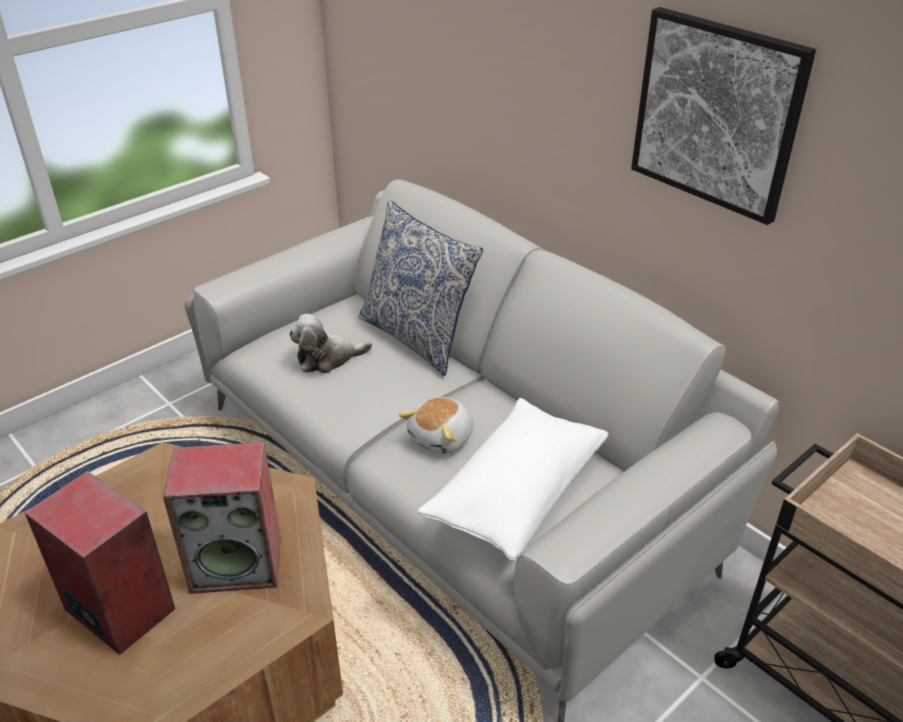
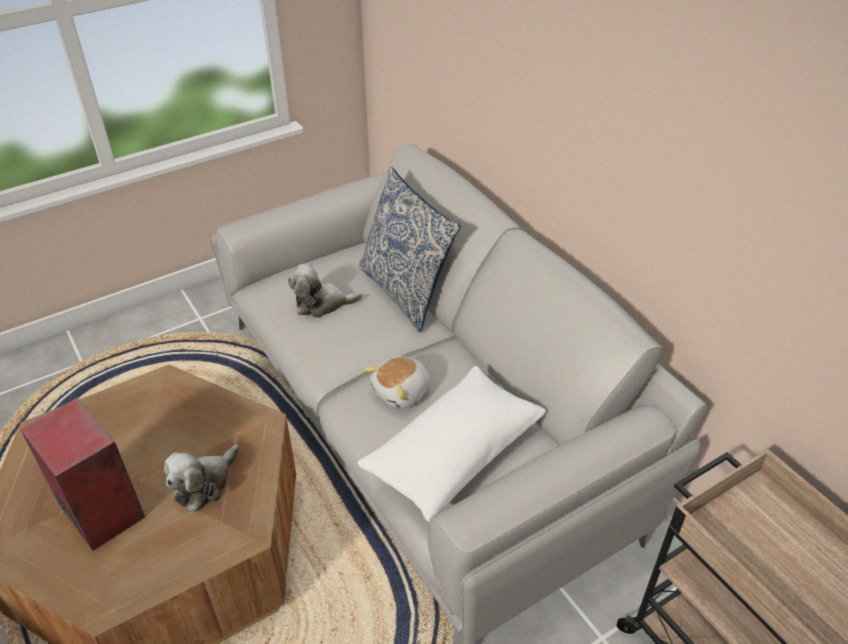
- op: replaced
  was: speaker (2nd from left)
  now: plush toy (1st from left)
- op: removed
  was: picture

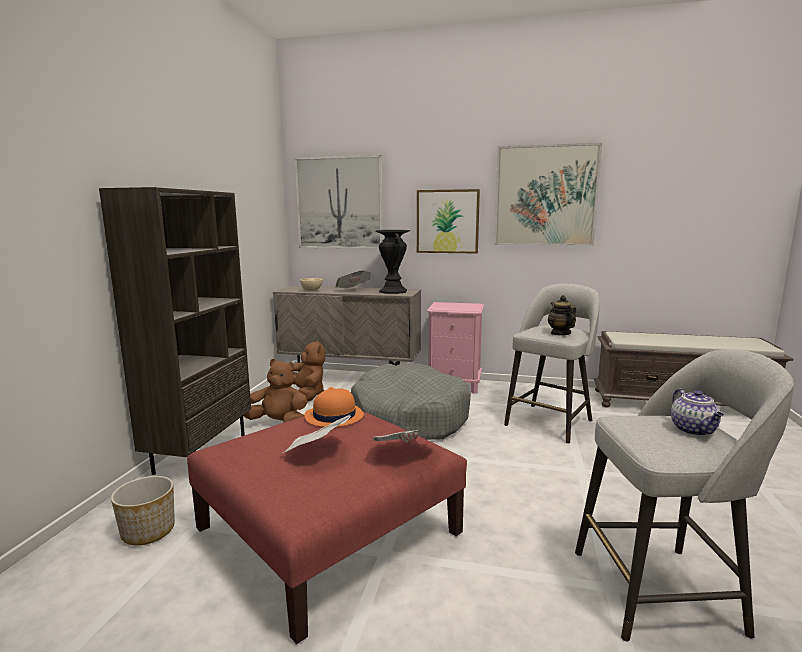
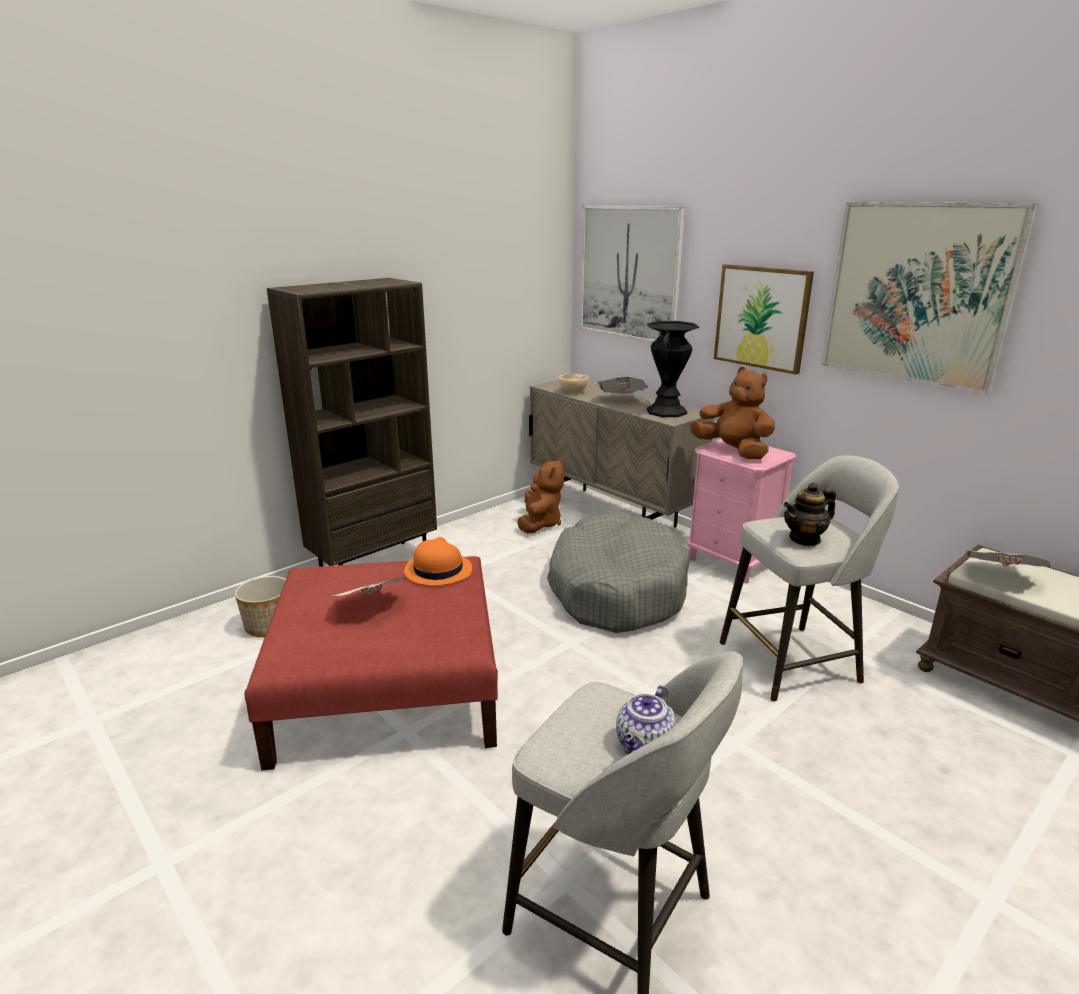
- op: moved
  was: plush toy in brown (1st from left in the first image)
  now: plush toy in brown (2nd from left)
- op: turned
  was: teapot (1st from left in the first image)
  clockwise: -135
- op: moved
  was: newspaper (3rd from left)

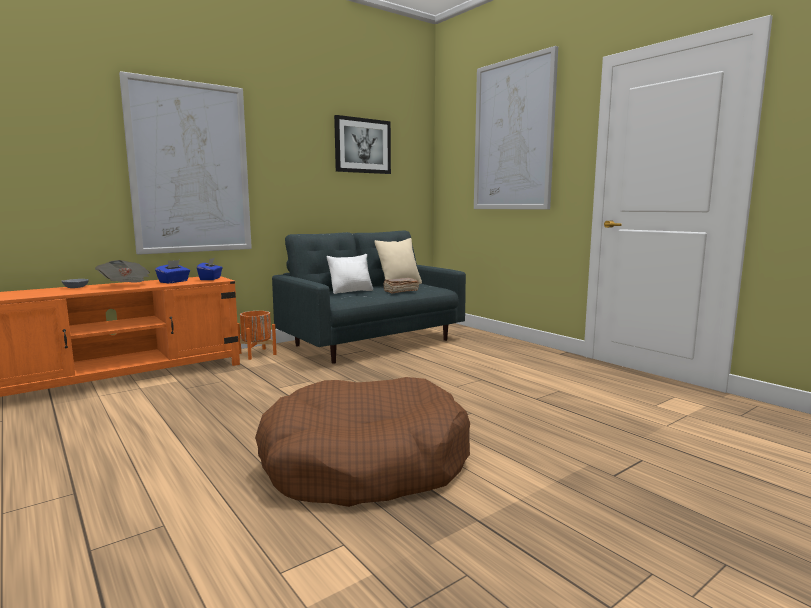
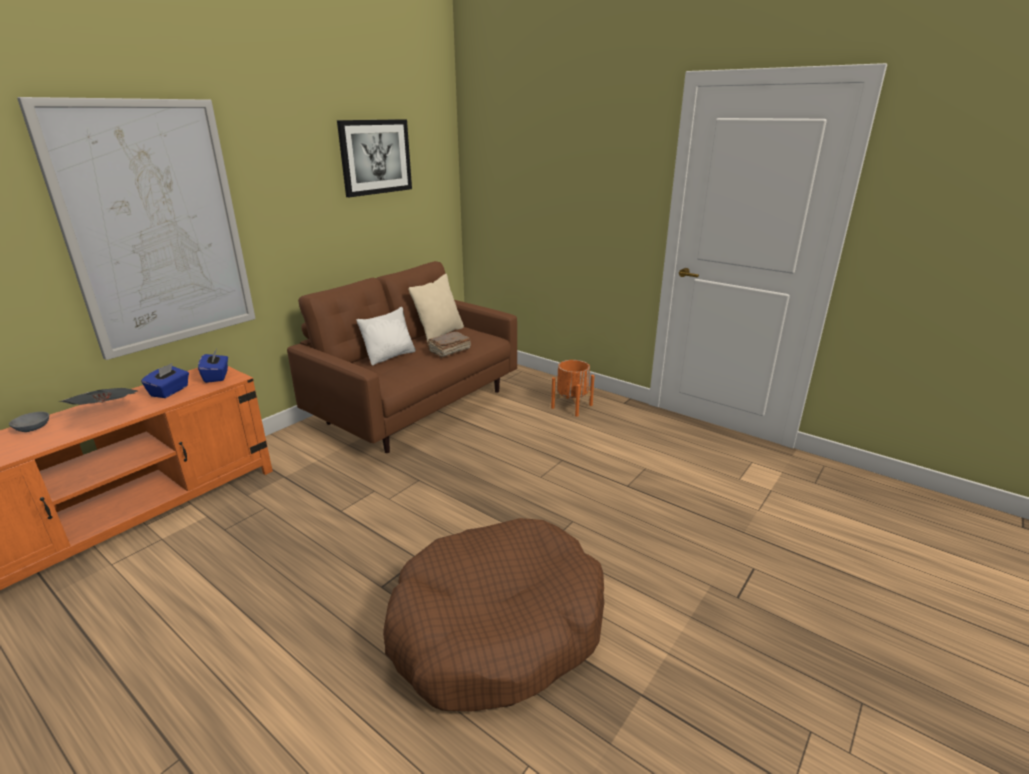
- op: recoloured
  was: sofa in grey
  now: sofa in brown
- op: moved
  was: planter in orange
- op: removed
  was: picture (3rd from left)

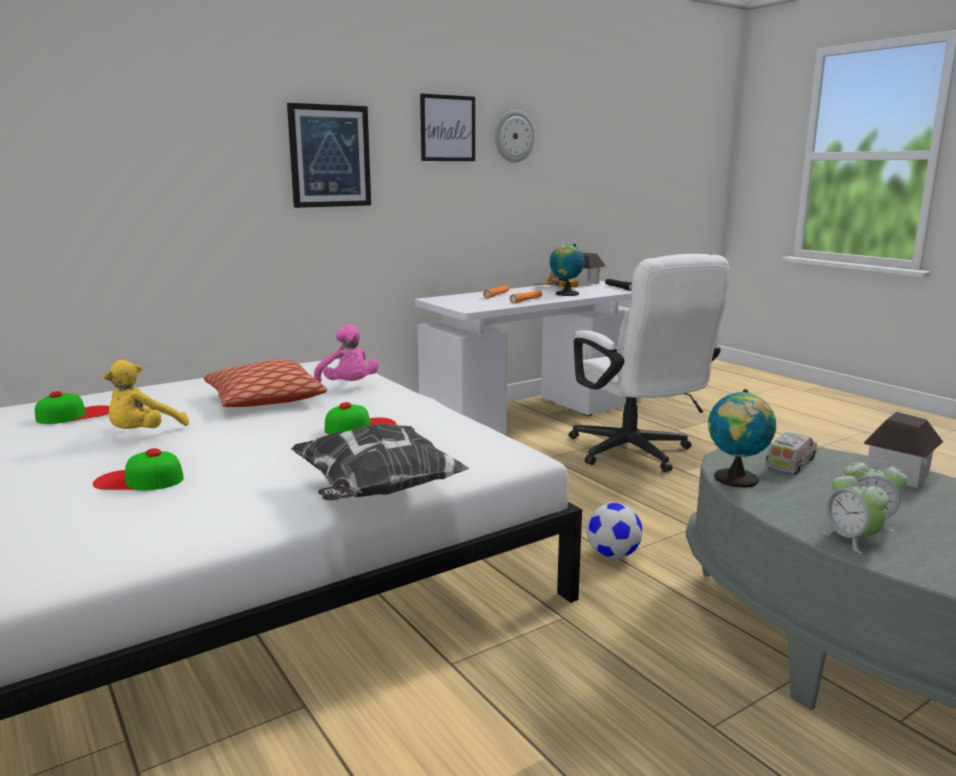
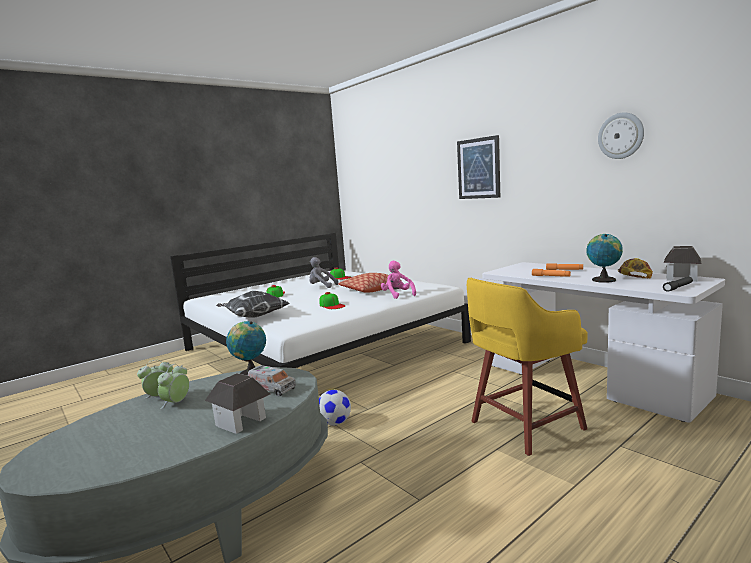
- op: recoloured
  was: plush toy in yellow
  now: plush toy in grey
- op: turned
  was: plush toy in pink
  clockwise: 105
- op: replaced
  was: office chair in white
  now: stool in yellow
- op: removed
  was: picture (2nd from left)

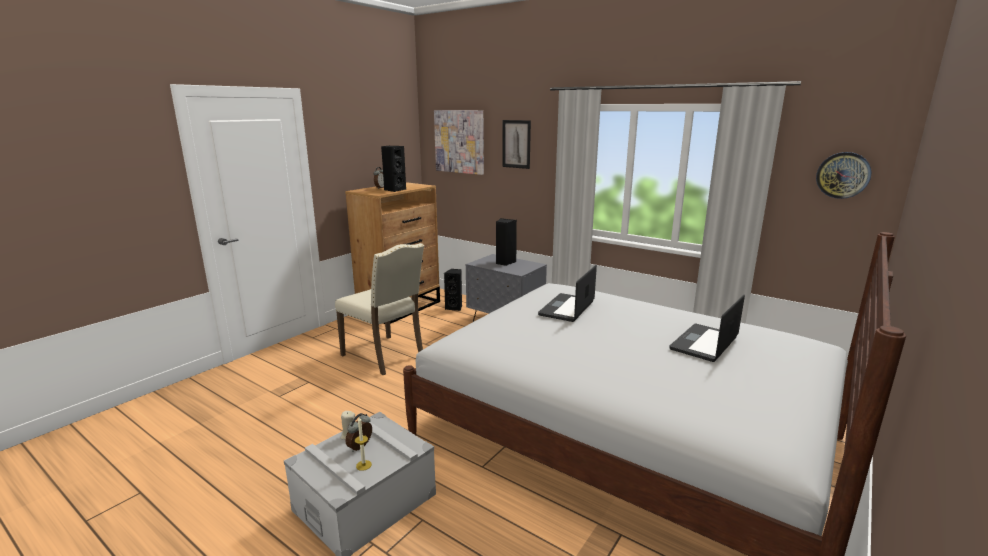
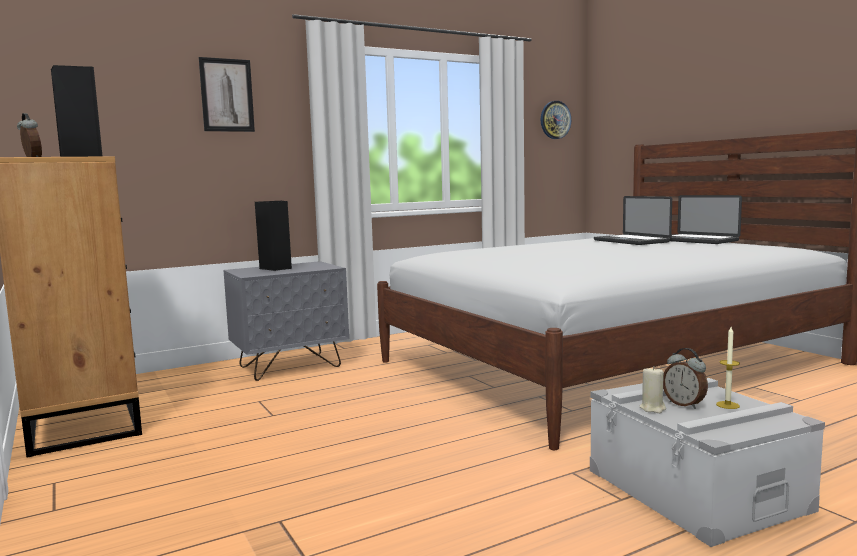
- op: moved
  was: laptop (1st from left in the first image)
  now: laptop (2nd from left)
- op: removed
  was: chair in beige
- op: removed
  was: picture (1st from left)
- op: removed
  was: speaker in black (2nd from left)

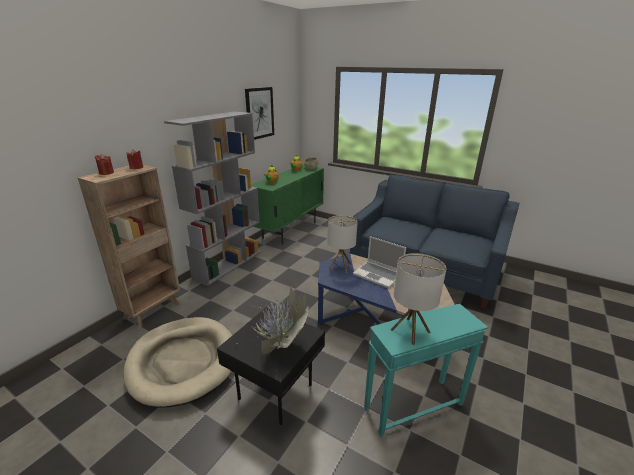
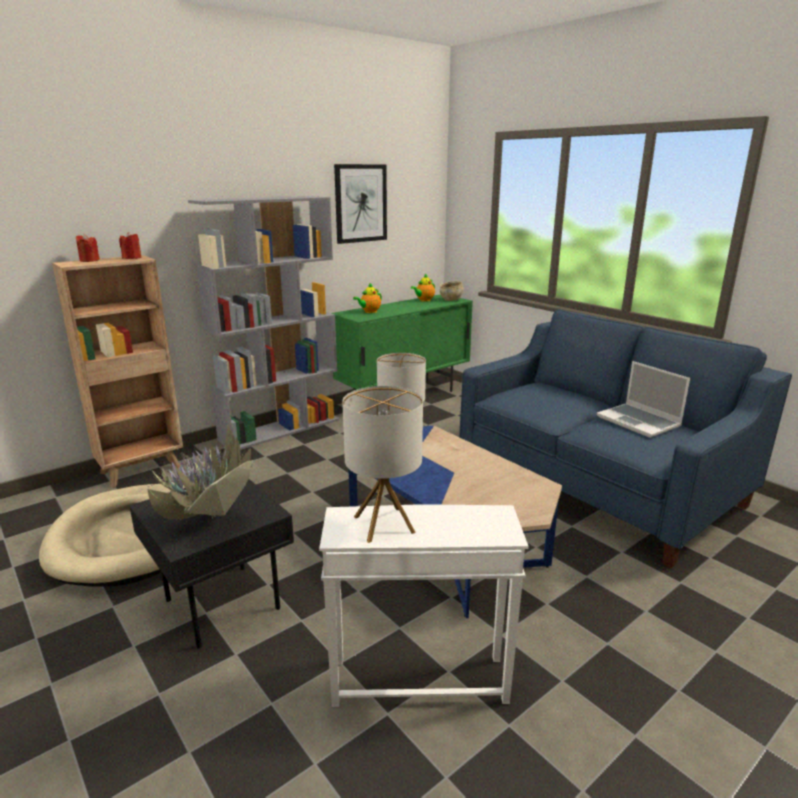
- op: recoloured
  was: side table in turquoise
  now: side table in white
- op: moved
  was: laptop

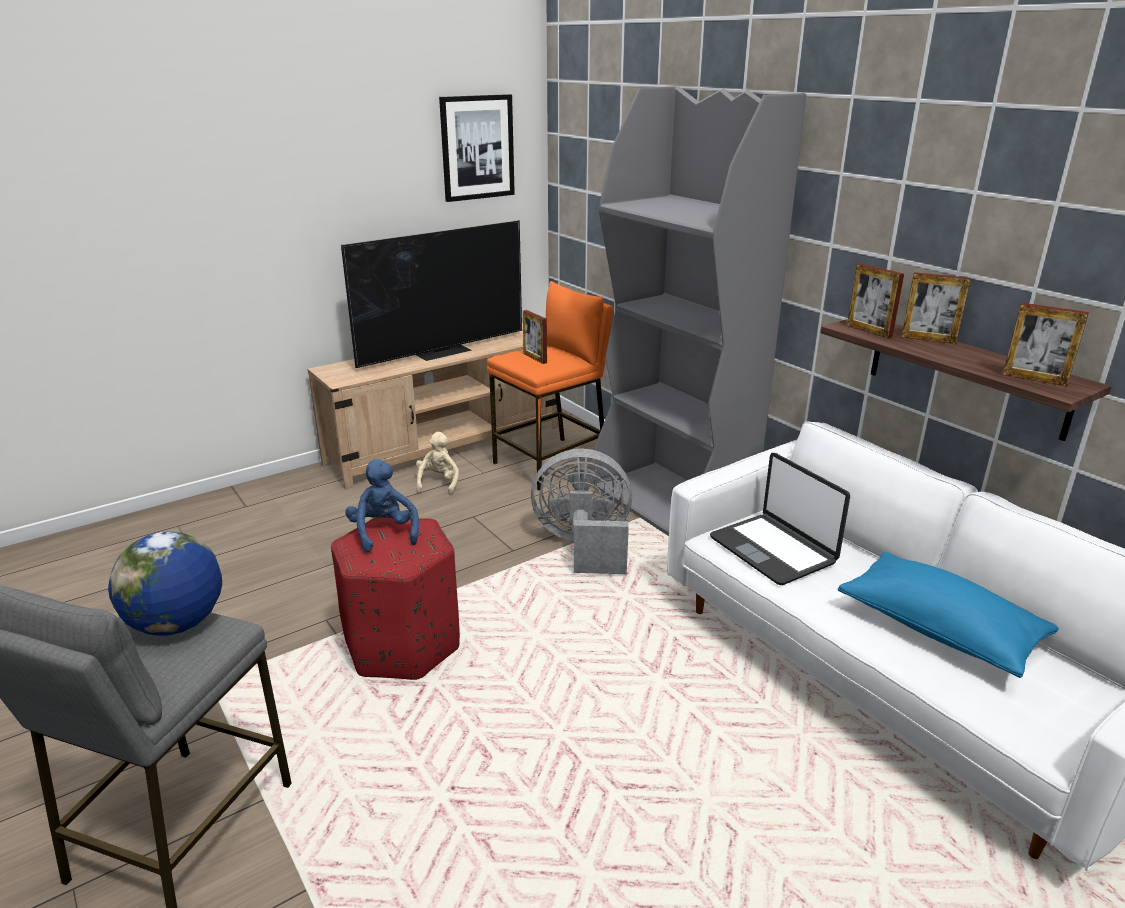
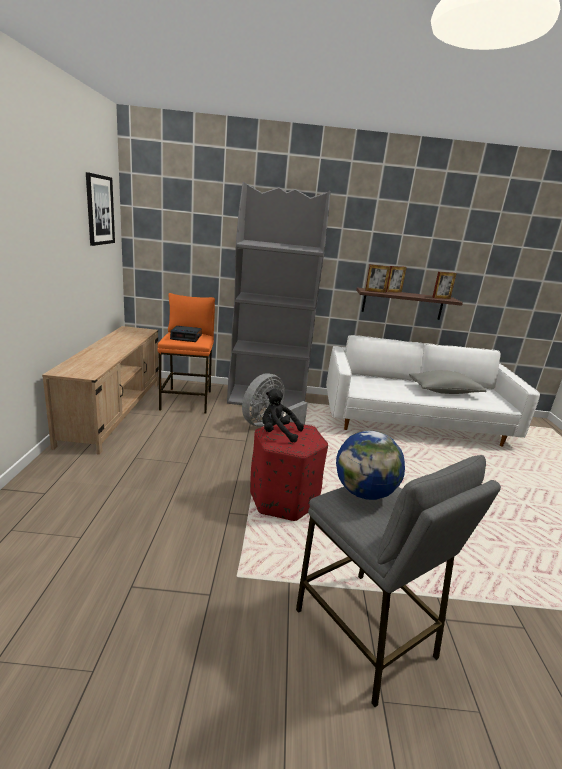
- op: replaced
  was: picture frame (1st from left)
  now: alarm clock
- op: recoloured
  was: plush toy in blue
  now: plush toy in black
- op: recoloured
  was: pillow in blue
  now: pillow in grey
- op: removed
  was: television
- op: removed
  was: plush toy in beige
- op: removed
  was: laptop

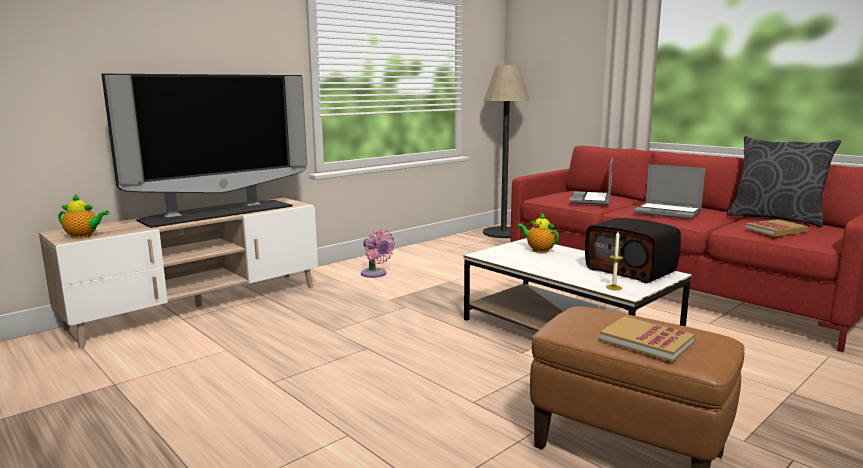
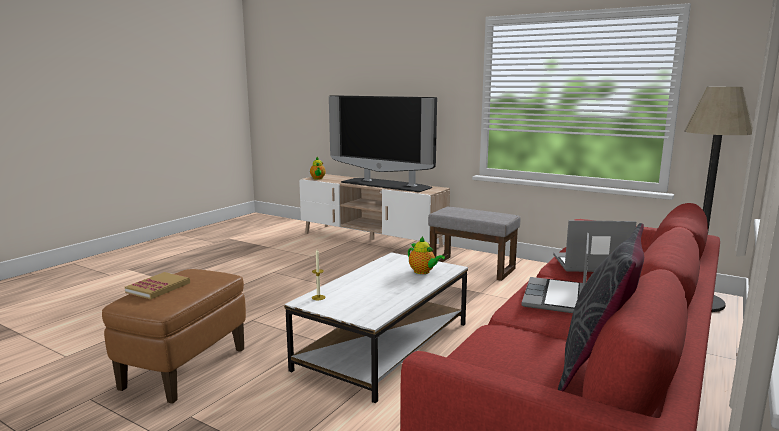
- op: turned
  was: teapot (2nd from left)
  clockwise: 105
- op: replaced
  was: fan in pink
  now: ottoman in grey
- op: removed
  was: radio
- op: removed
  was: book (2nd from left)

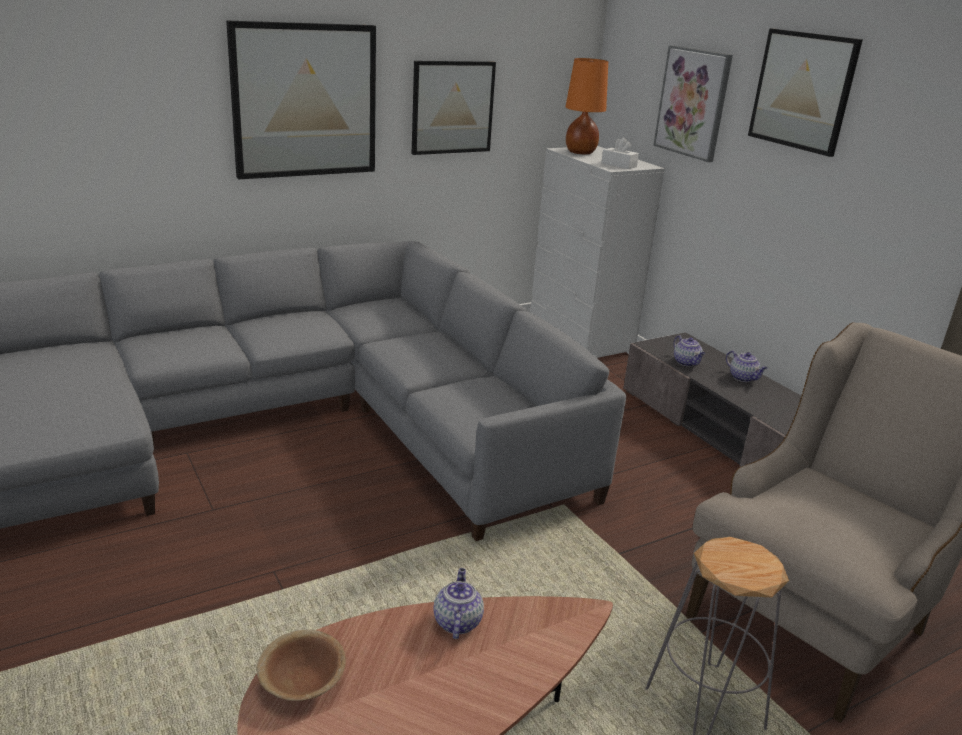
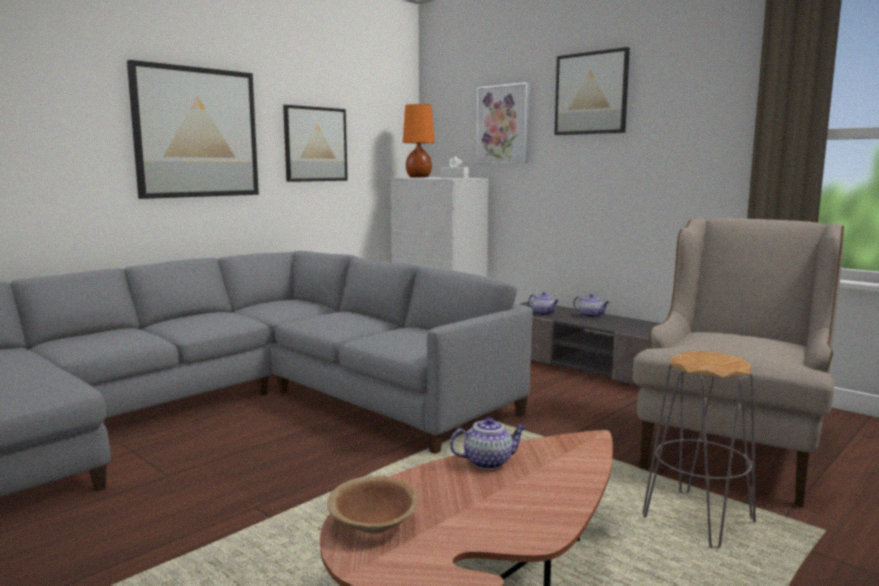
- op: turned
  was: teapot (1st from left)
  clockwise: 90

